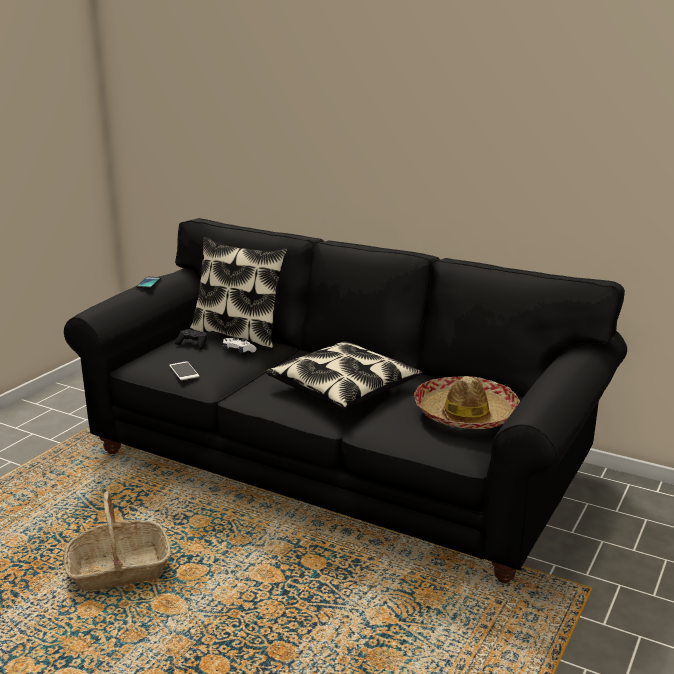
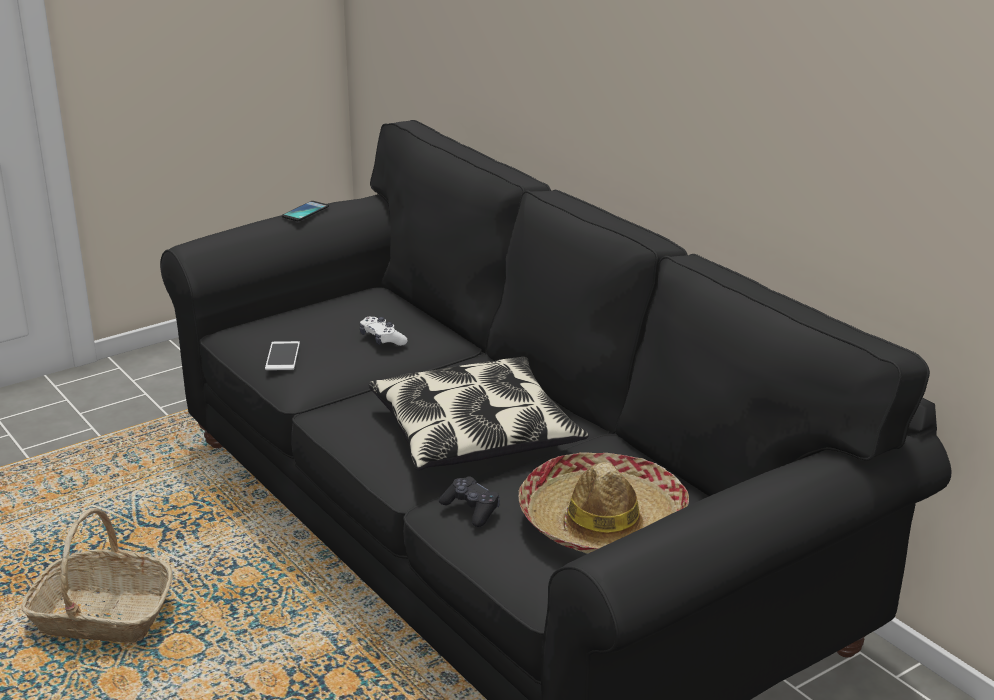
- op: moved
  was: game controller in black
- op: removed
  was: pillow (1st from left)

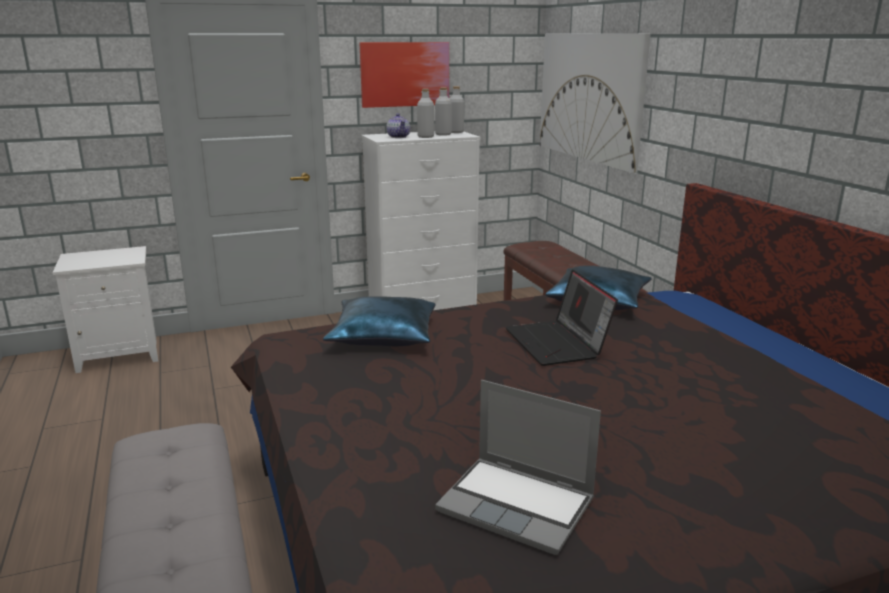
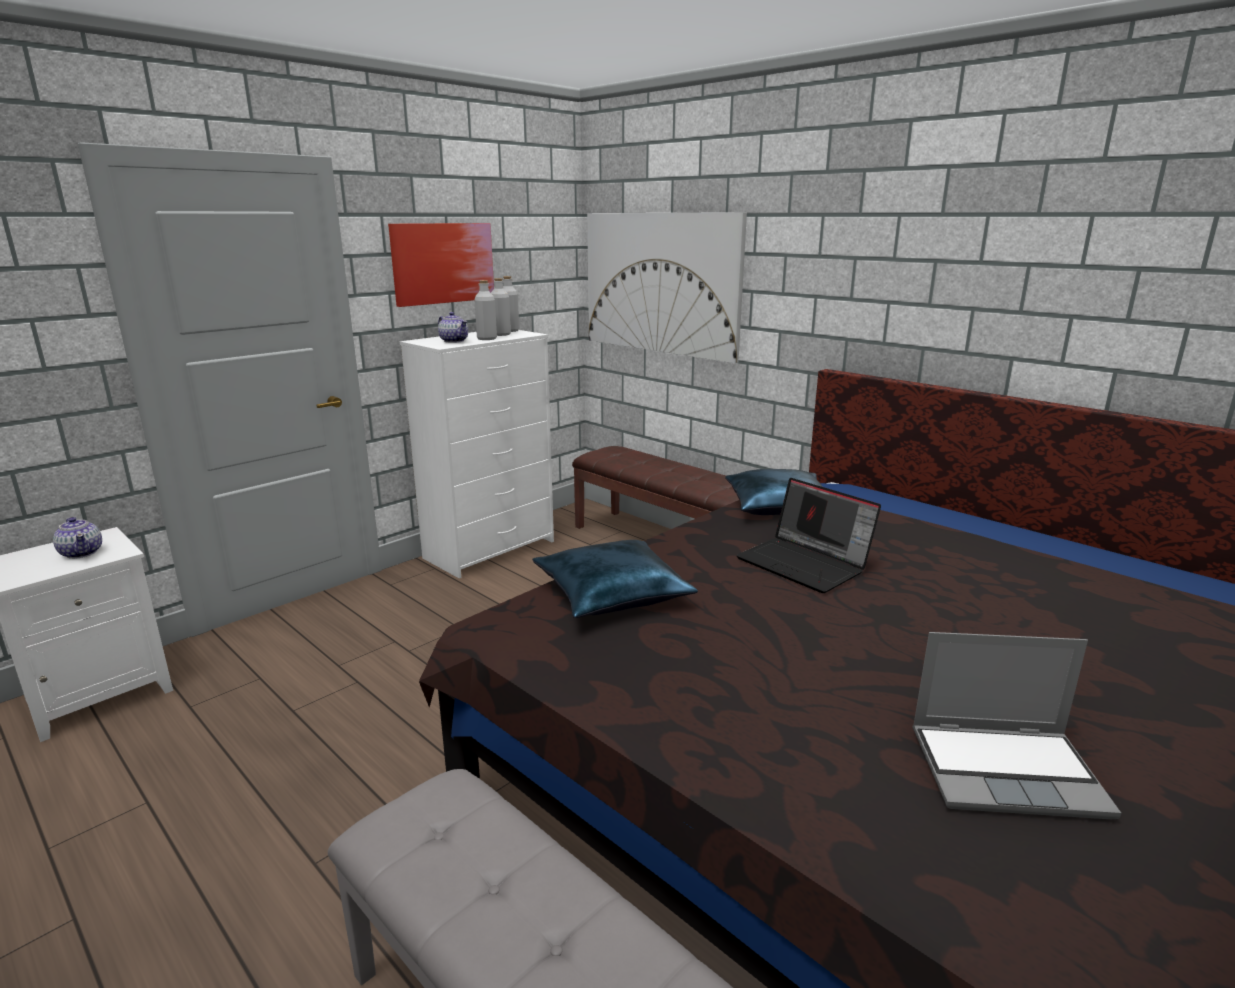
- op: added
  now: teapot (1st from left)

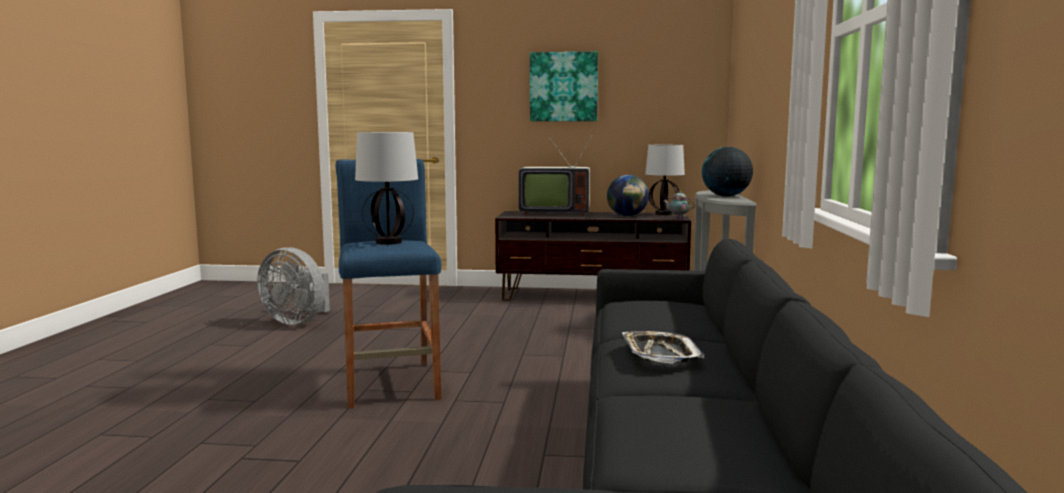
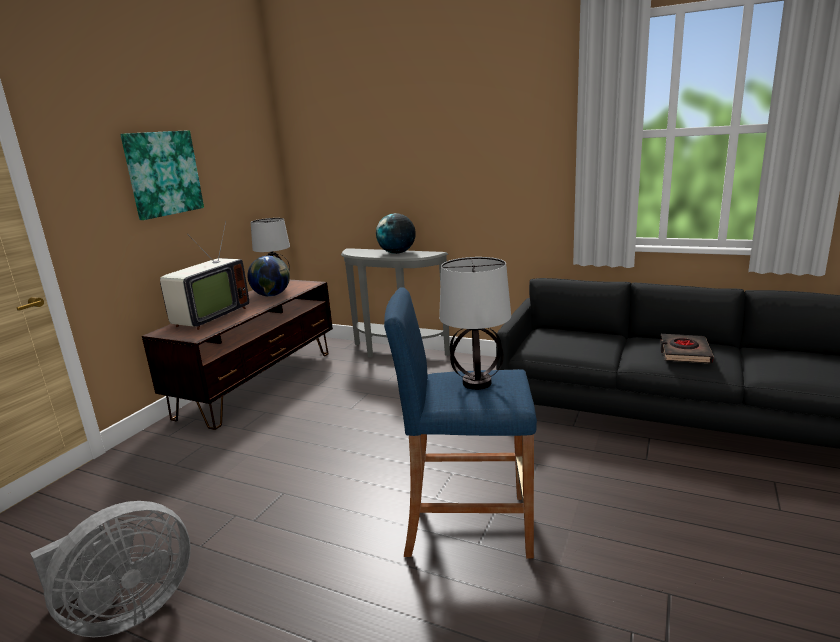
- op: replaced
  was: tray
  now: book in black
- op: removed
  was: teapot

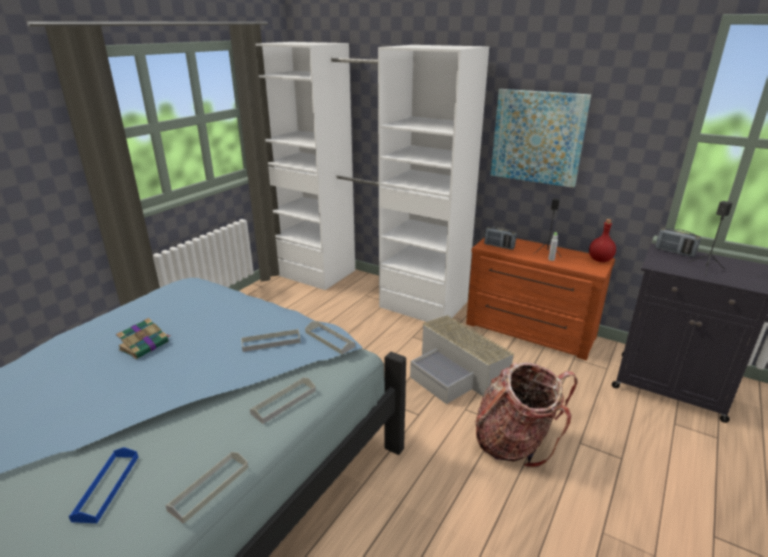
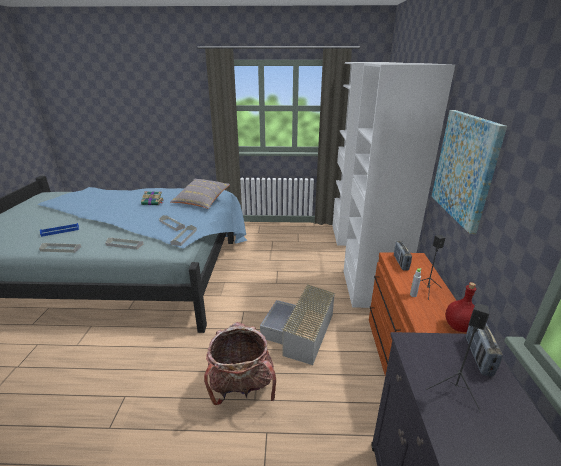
- op: added
  now: pillow in grey

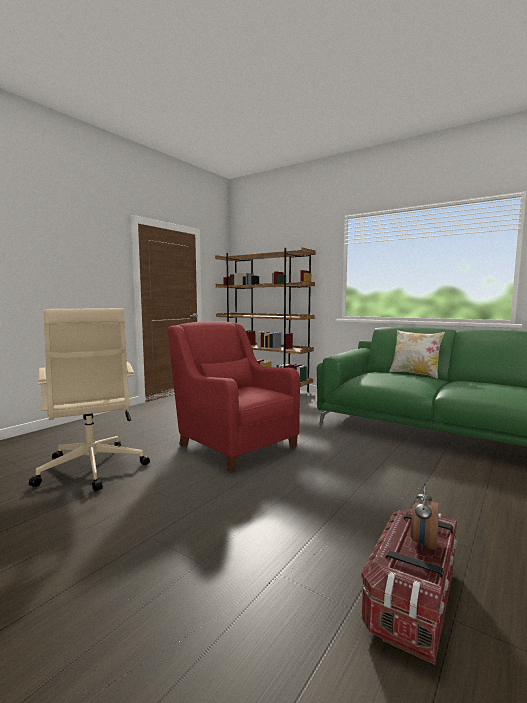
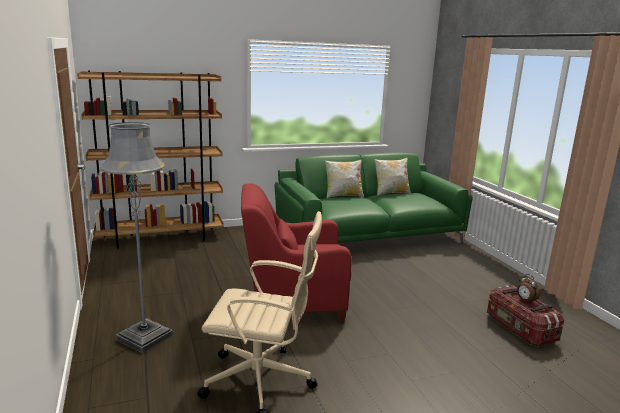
- op: added
  now: floor lamp in grey
- op: added
  now: pillow (2nd from left)

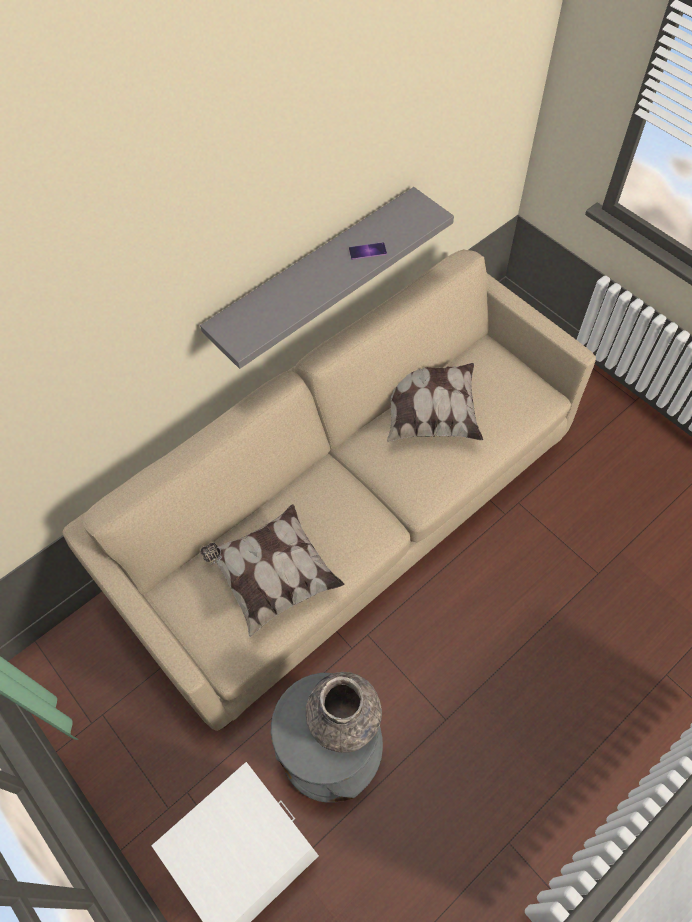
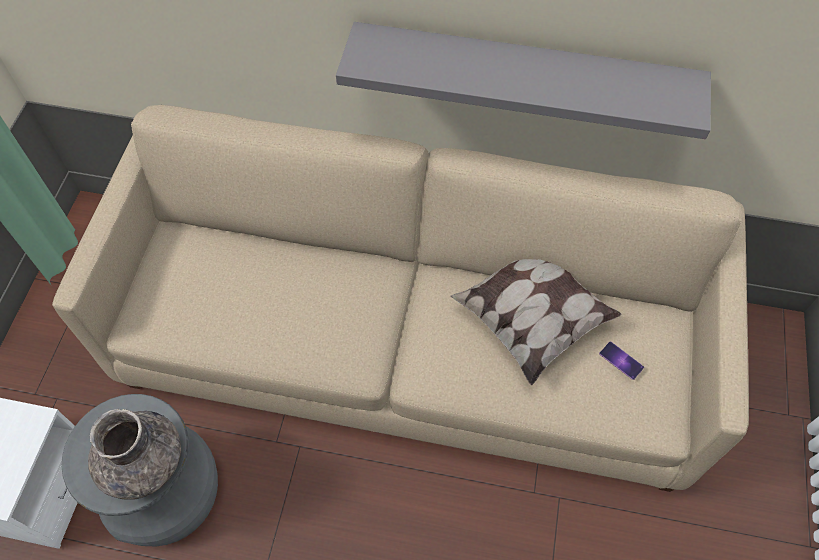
- op: moved
  was: phone
- op: removed
  was: pillow (1st from left)

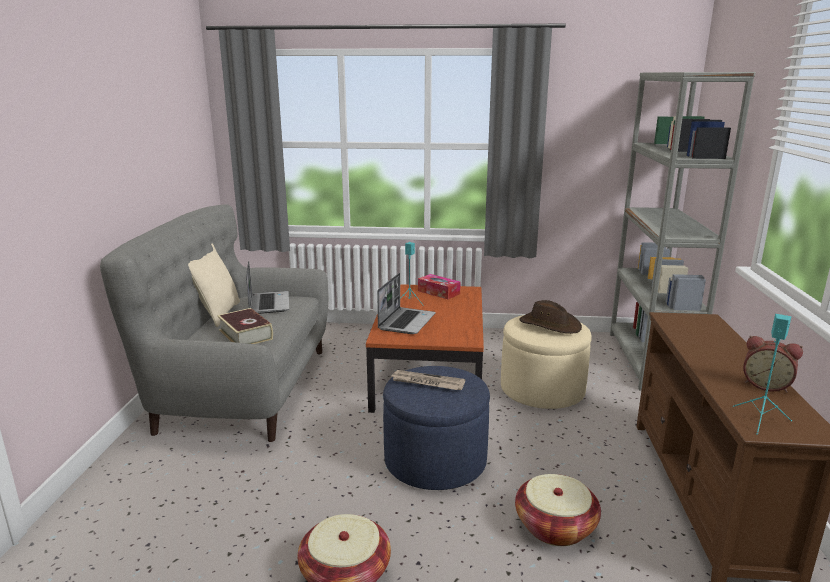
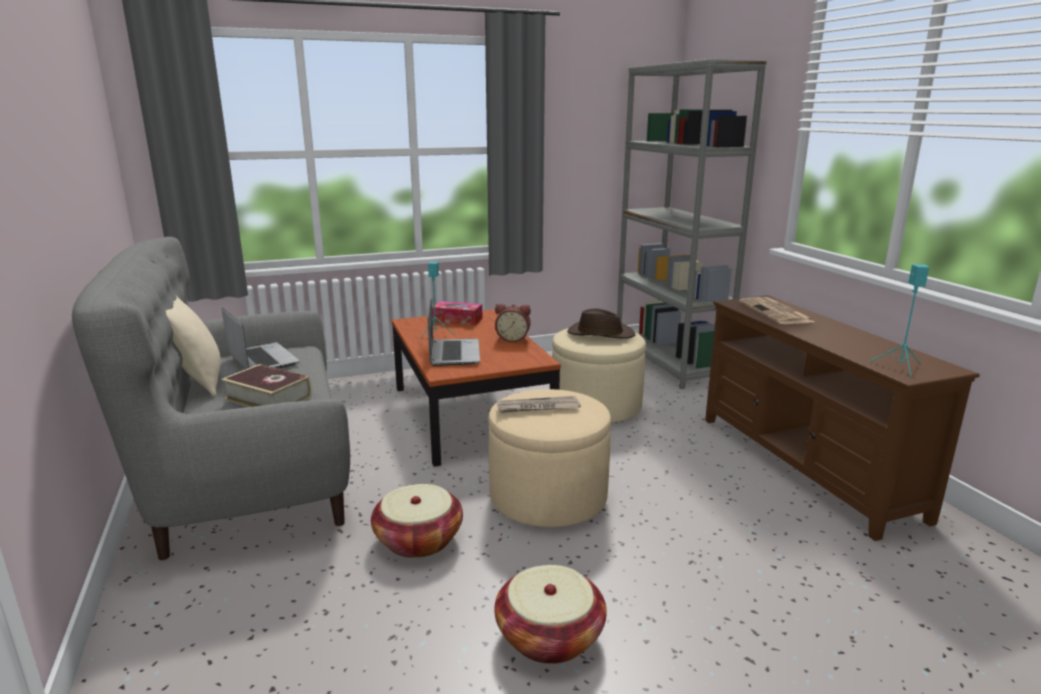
- op: moved
  was: basket (2nd from left in the first image)
  now: basket (1st from left)
- op: recoloured
  was: ottoman in blue
  now: ottoman in beige (1st from left)
- op: moved
  was: alarm clock
- op: added
  now: newspaper (2nd from left)

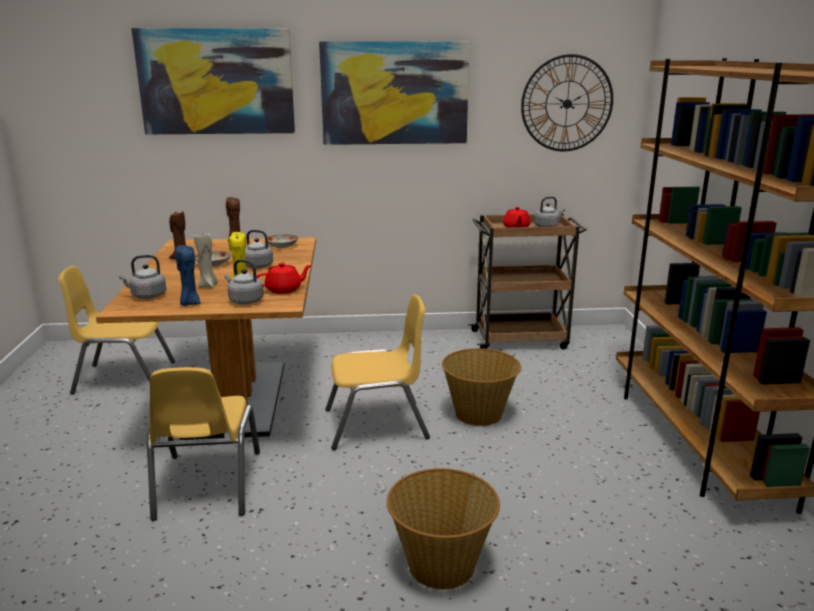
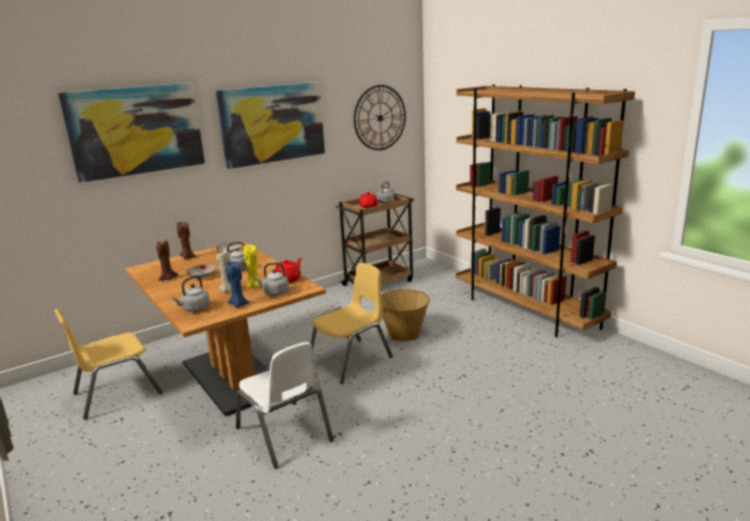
- op: recoloured
  was: chair in yellow (2nd from left)
  now: chair in white
- op: removed
  was: basket (1st from left)

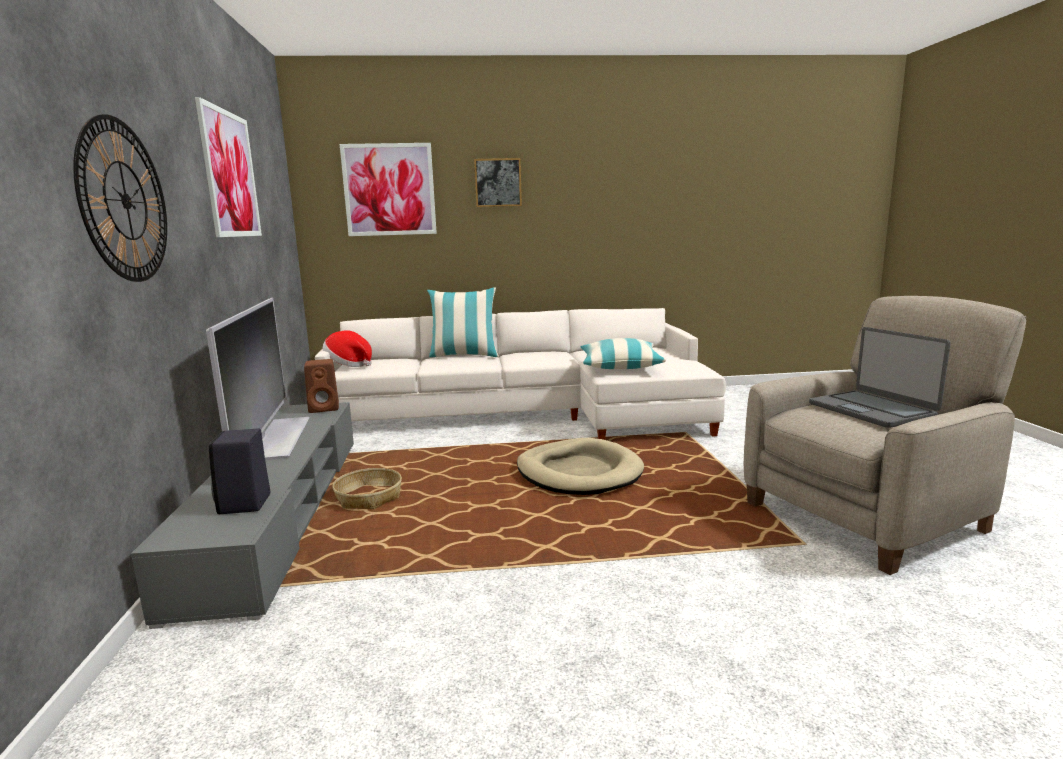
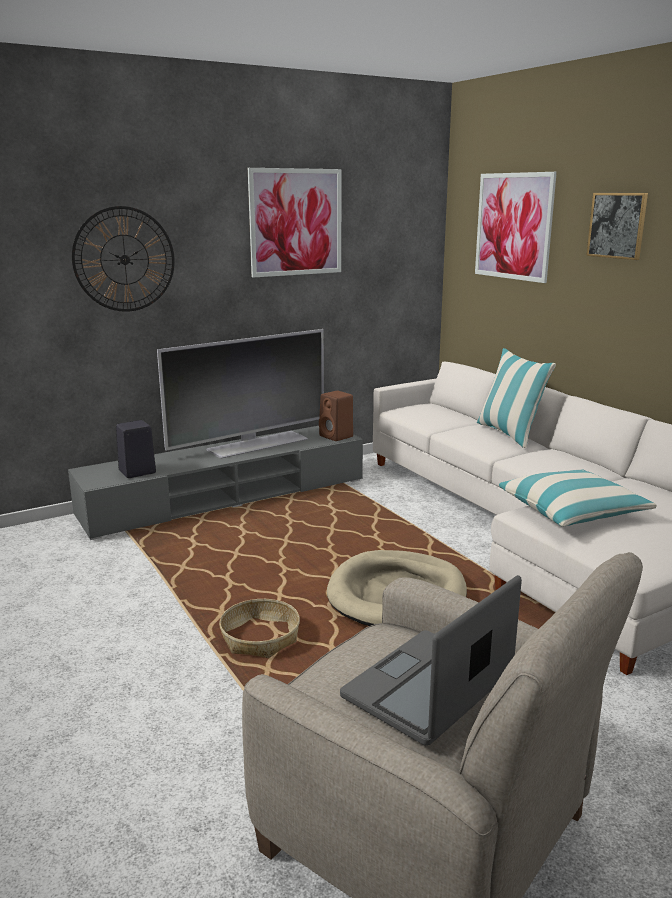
- op: moved
  was: basket
- op: removed
  was: hat

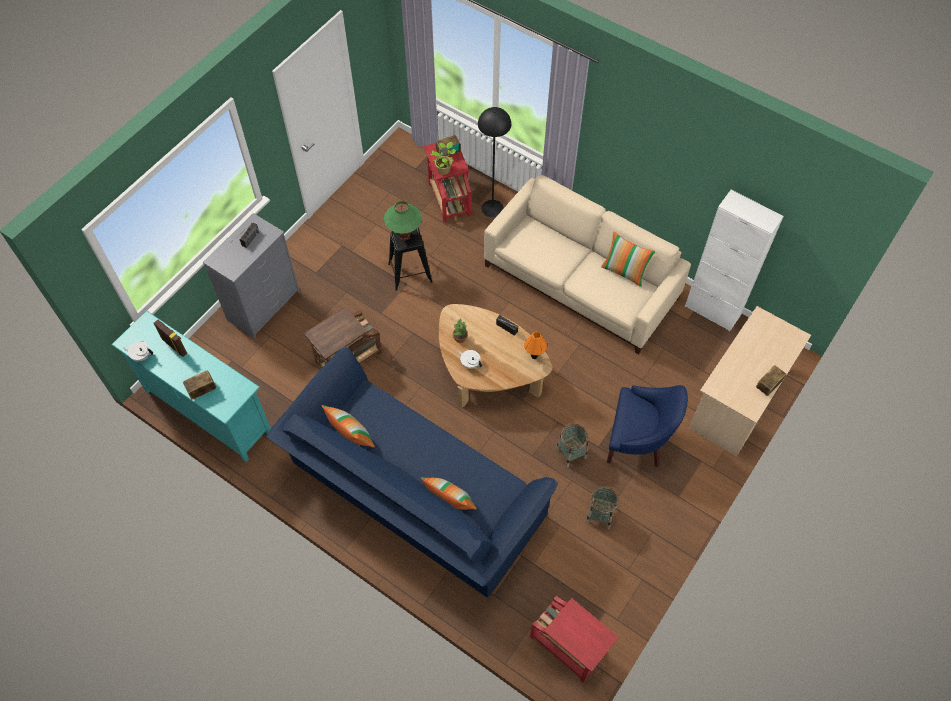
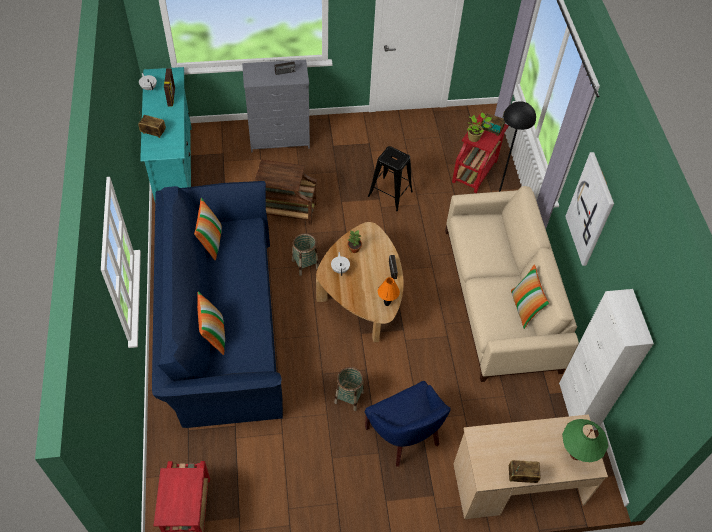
- op: moved
  was: basket (2nd from left in the first image)
  now: basket (1st from left)
- op: moved
  was: table lamp in green
- op: added
  now: picture

